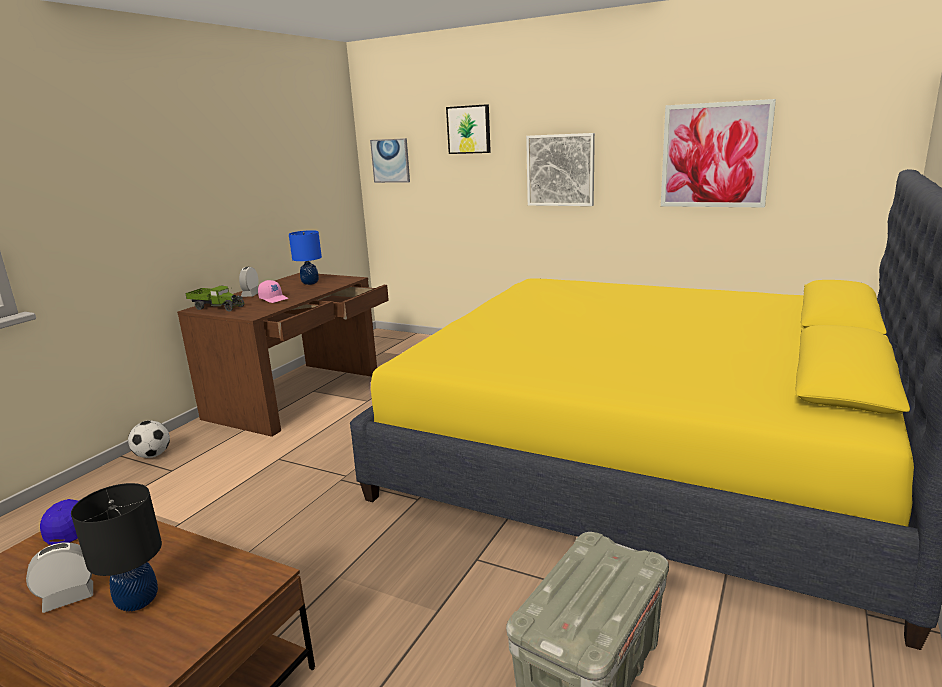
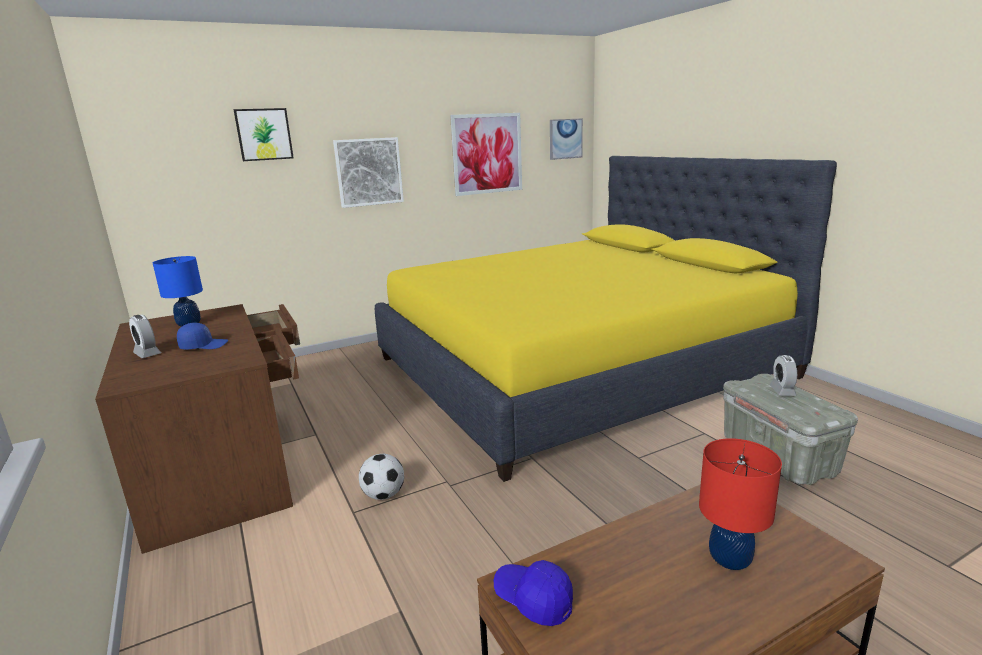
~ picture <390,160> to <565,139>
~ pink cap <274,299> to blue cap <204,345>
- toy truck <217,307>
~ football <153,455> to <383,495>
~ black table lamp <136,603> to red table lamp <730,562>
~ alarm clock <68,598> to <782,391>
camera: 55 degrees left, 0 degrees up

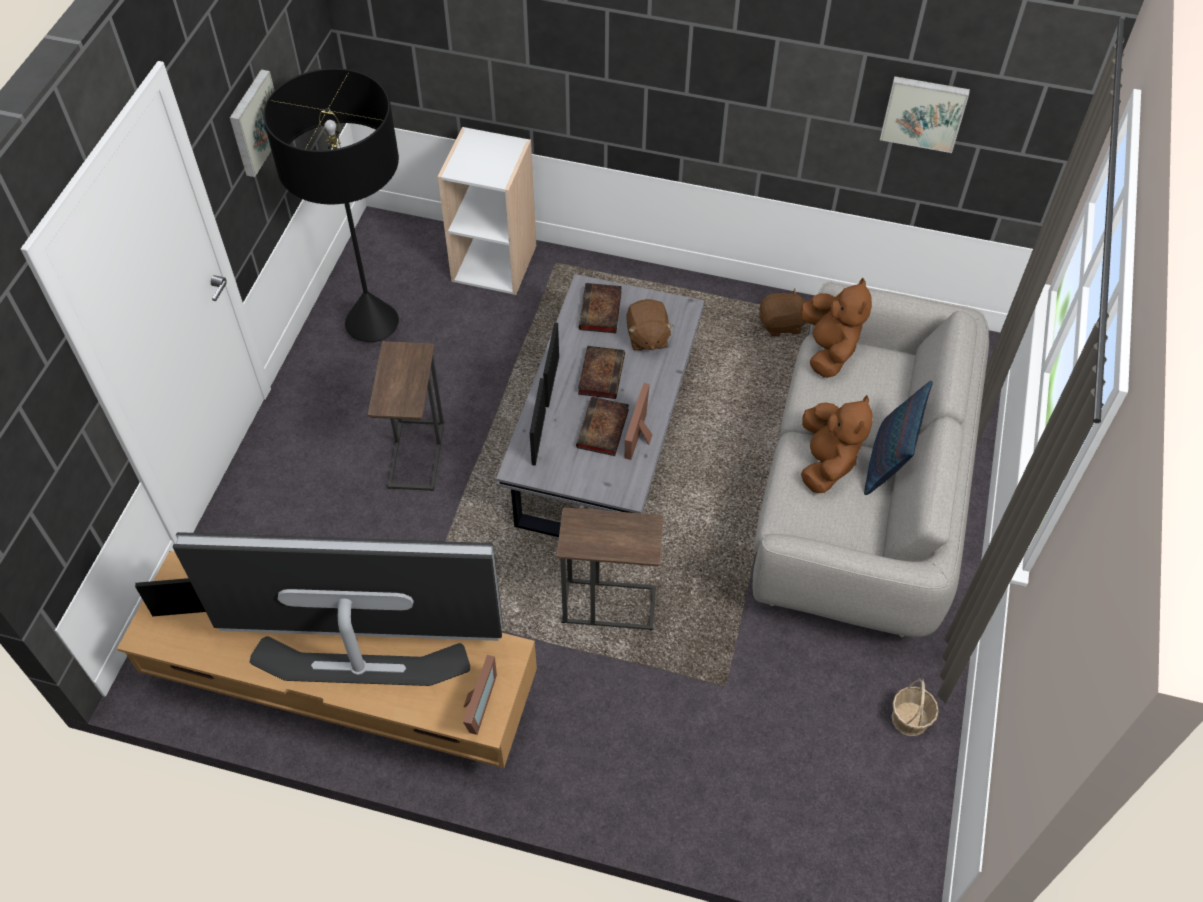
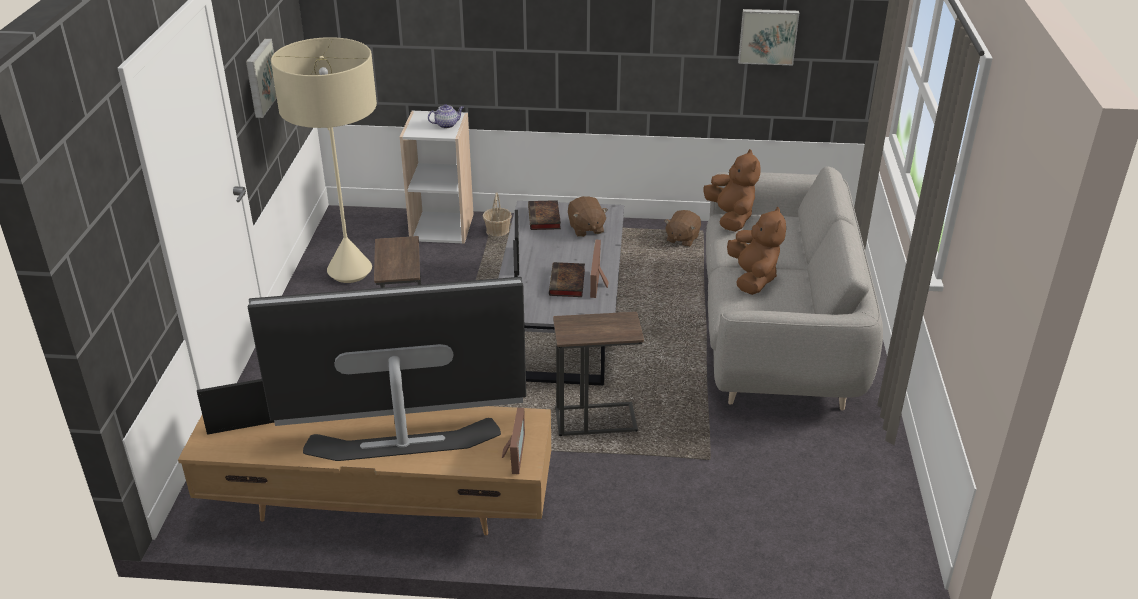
~ black floor lamp <372,326> to beige floor lamp <350,273>
~ brown plush toy <782,324> = <682,239> 135 degrees clockwise
- book <601,373>
- blue pillow <888,463>
~ basket <910,719> to <498,231>
+ teapot <447,125>
camera: 10 degrees left, 20 degrees down

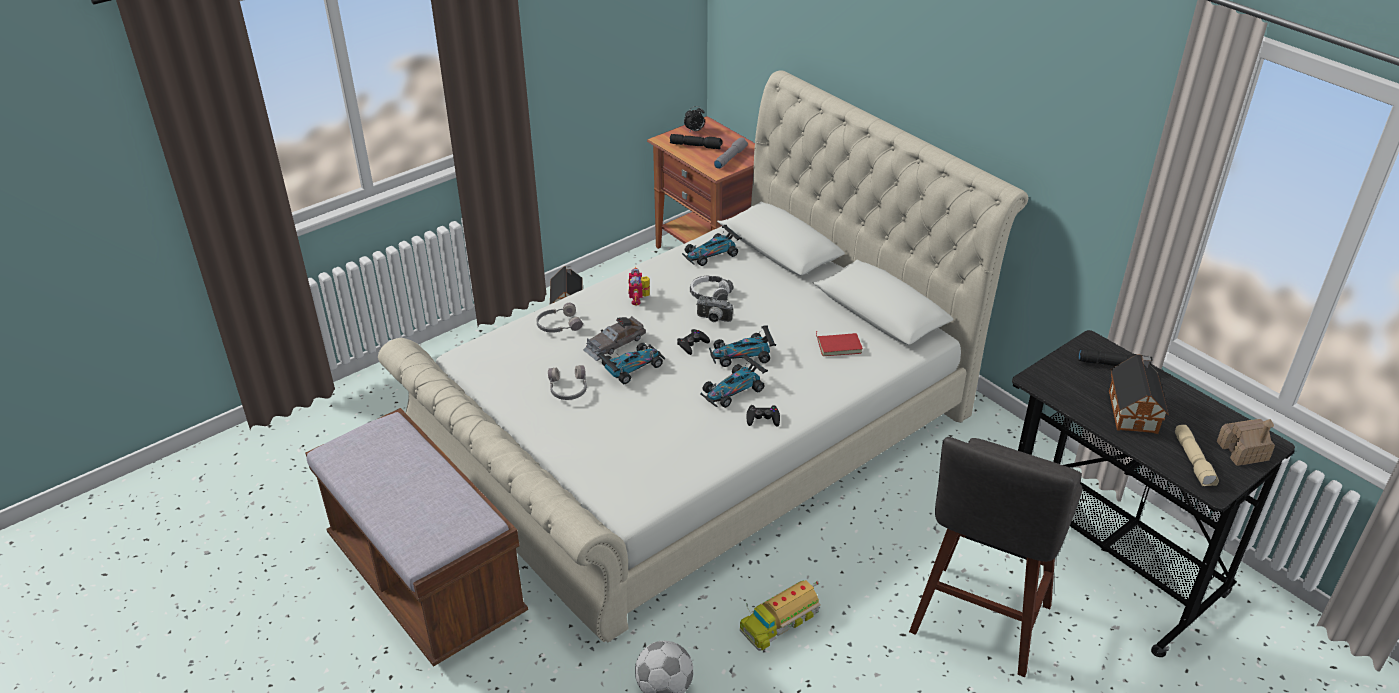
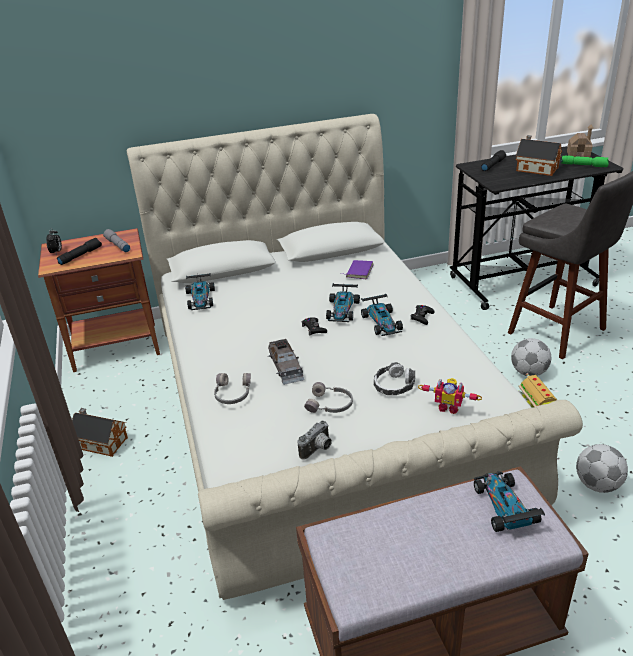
~ toy robot <639,300> to <449,407>
~ headphones <710,294> to <394,385>
~ photo camera <713,319> to <318,449>
~ red book <839,345> to purple book <358,271>
~ toy car <632,367> to <504,507>
~ beige flashlight <1194,461> to green flashlight <584,165>
+ football <529,372>
camera: 65 degrees left, 5 degrees down

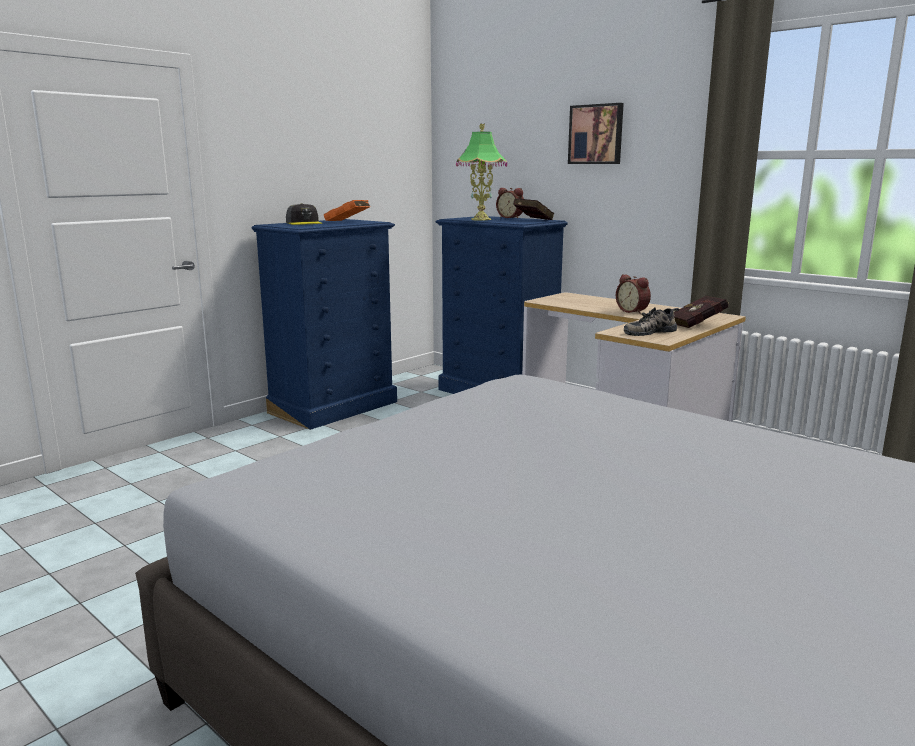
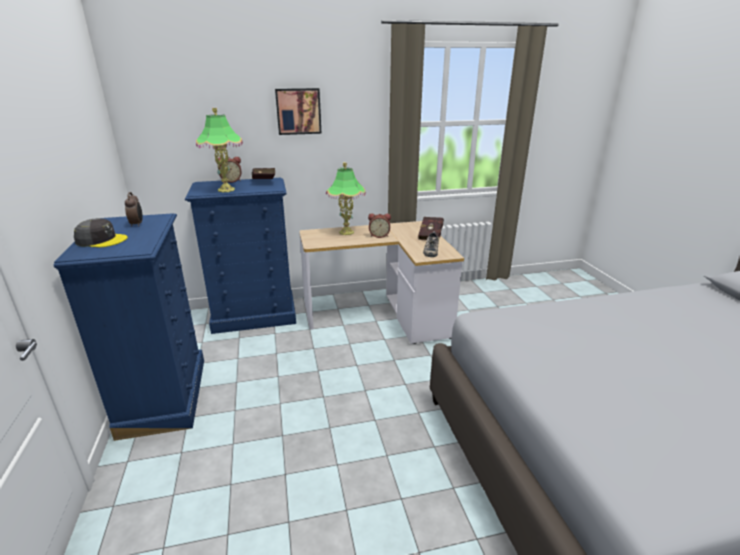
~ orange book <348,222> to alarm clock <137,224>
+ table lamp <346,232>
camera: 55 degrees left, 10 degrees up

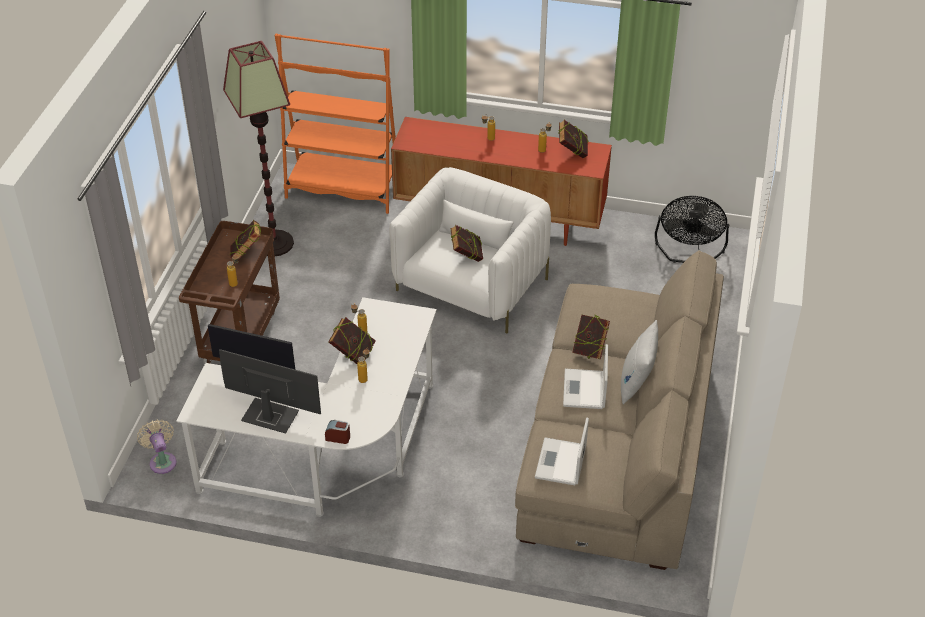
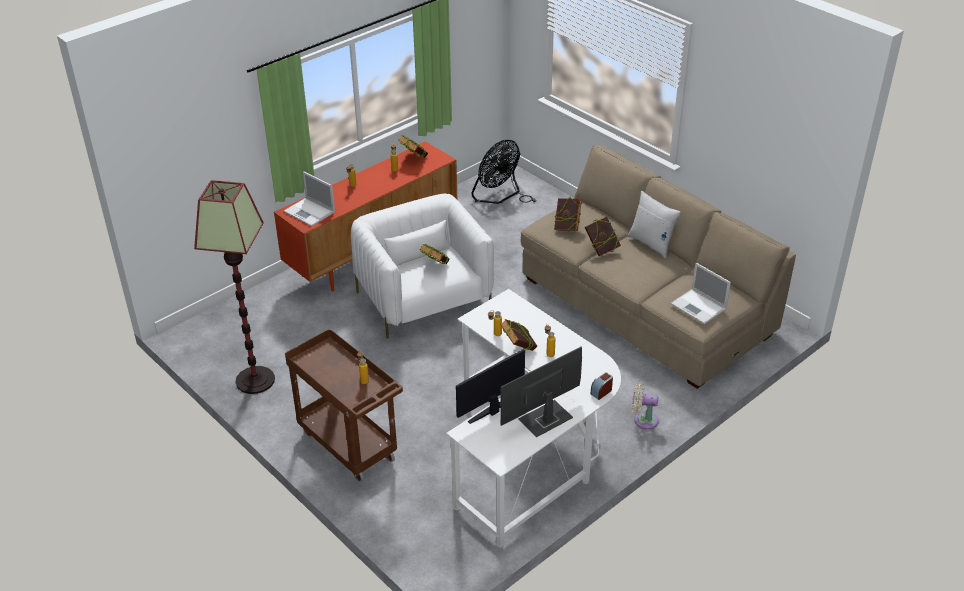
- orange bookcase <342,189>
~ book <247,255> to <567,227>
~ laptop <584,390> to <310,212>
~ beige fan <162,461> to <643,420>
camera: 55 degrees left, 5 degrees down

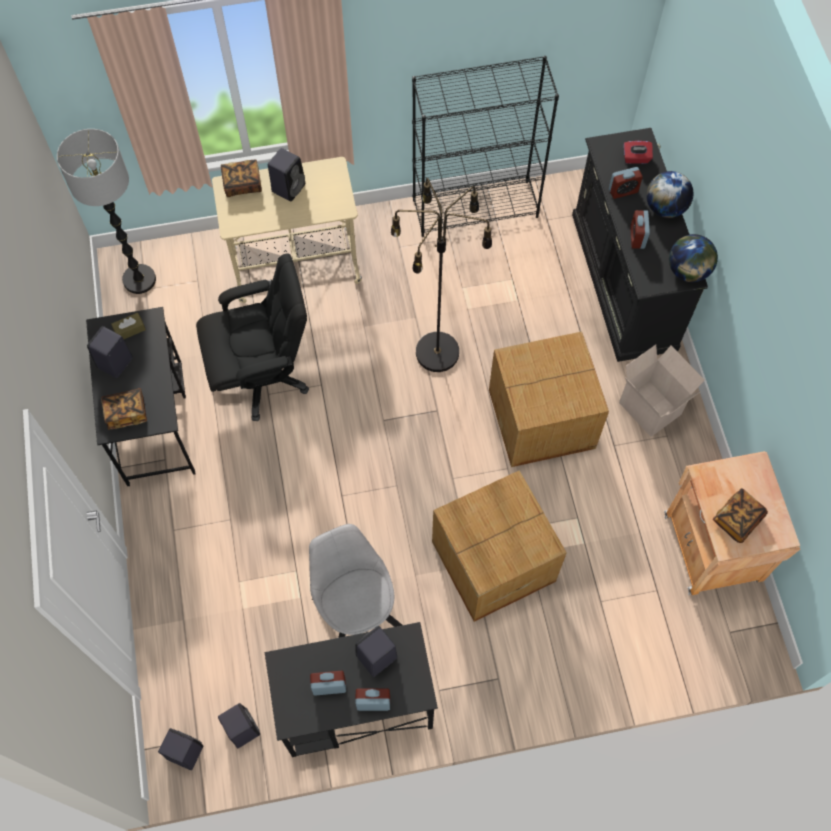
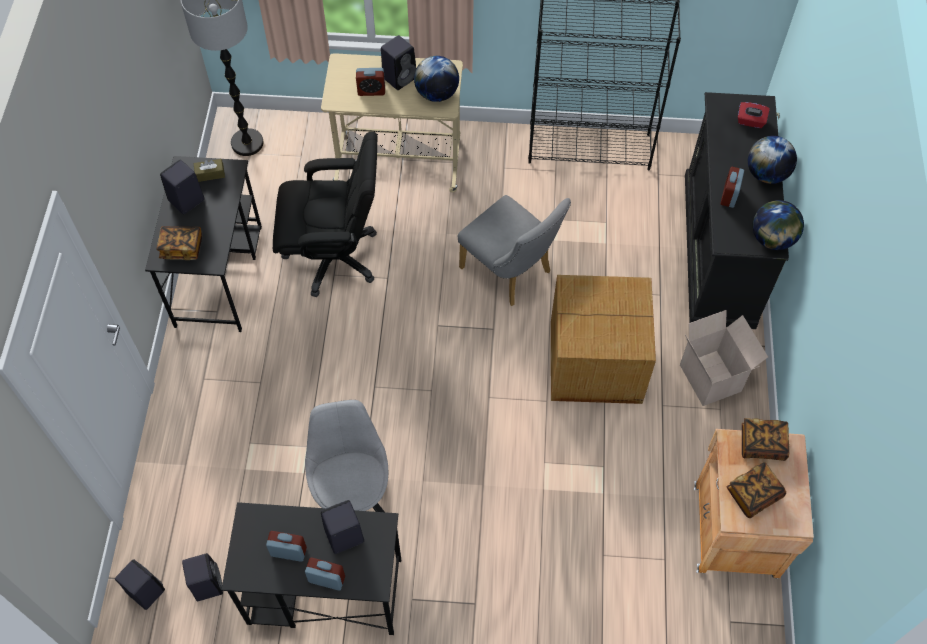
~ book <242,184> to <762,444>
~ alarm clock <623,191> to <371,91>
~ floor lamp <437,351> to grey chair <510,273>
- cardboard box <491,561>
+ globe <437,94>
camera: 15 degrees right, 5 degrees down

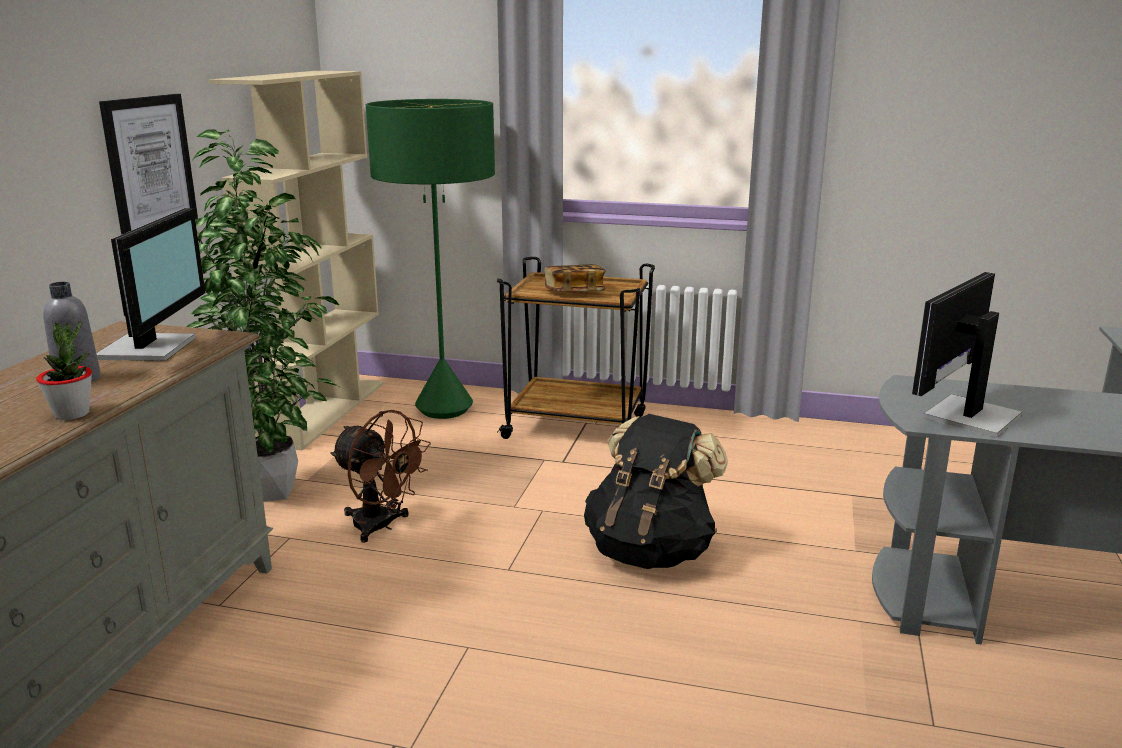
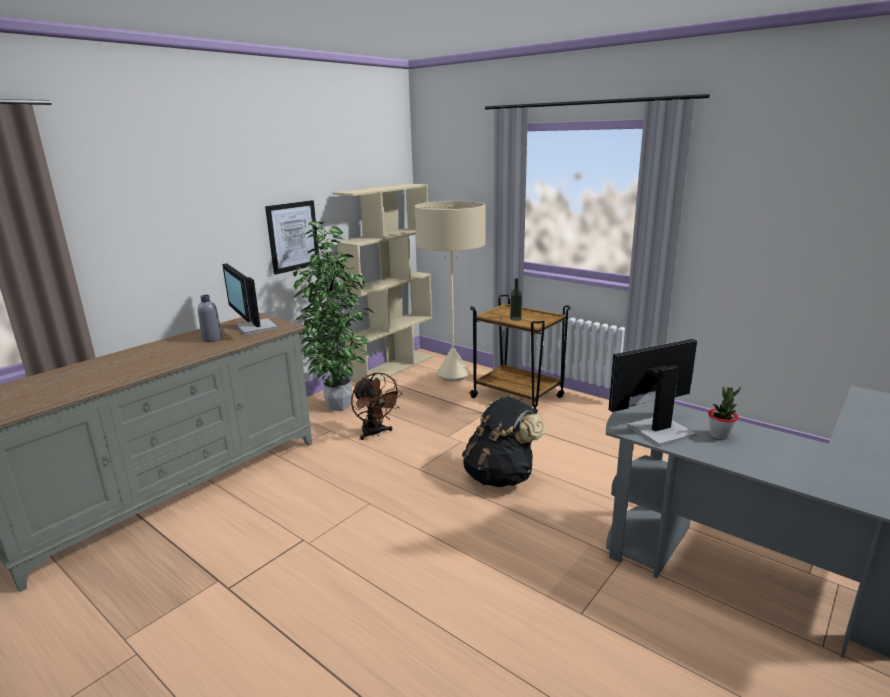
~ green floor lamp <444,410> to beige floor lamp <453,376>
~ monitor <151,348> = <254,328> 120 degrees clockwise
~ book <574,292> to bottle <515,319>
~ potted plant <72,414> to <719,435>
camera: 25 degrees right, 0 degrees up

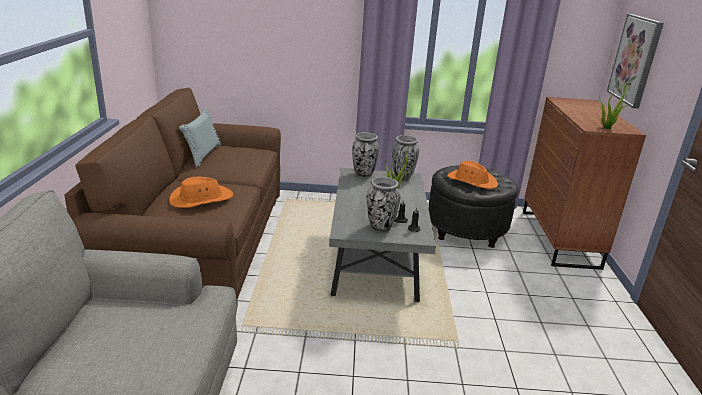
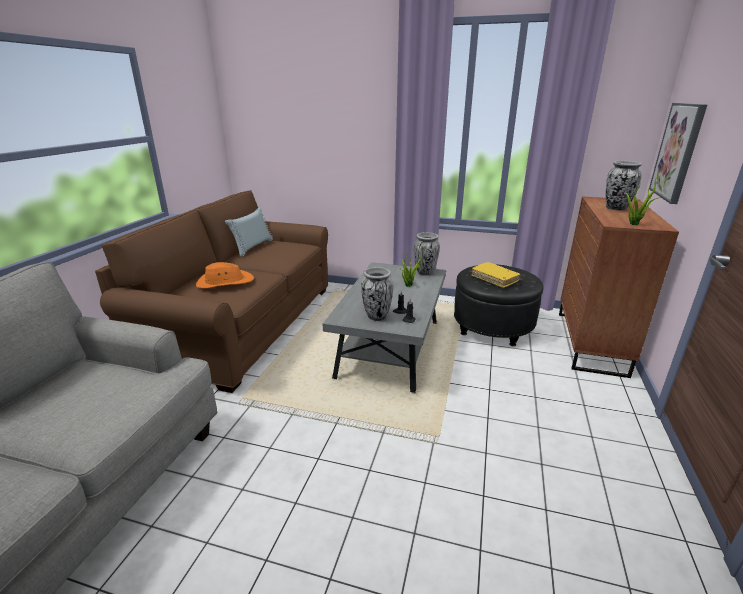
~ vase <363,174> to <616,208>
~ orange hat <472,181> to yellow book <494,279>
camera: 15 degrees right, 0 degrees up

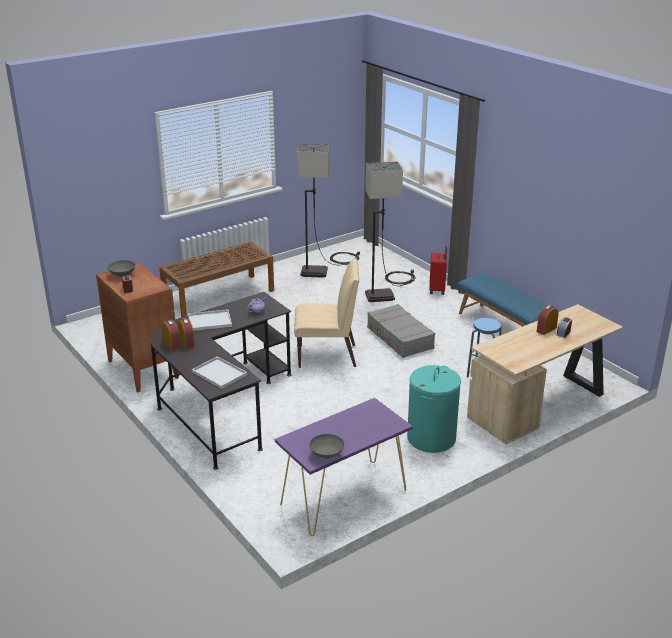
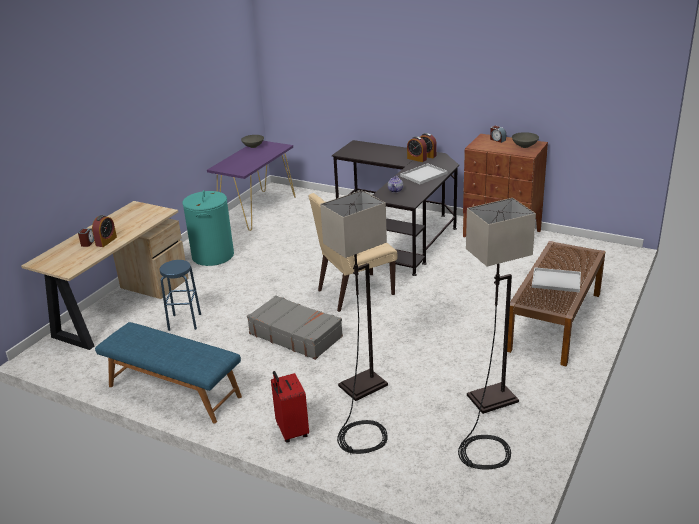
~ white tray <218,373> to <557,280>
camera: 155 degrees right, 0 degrees up

